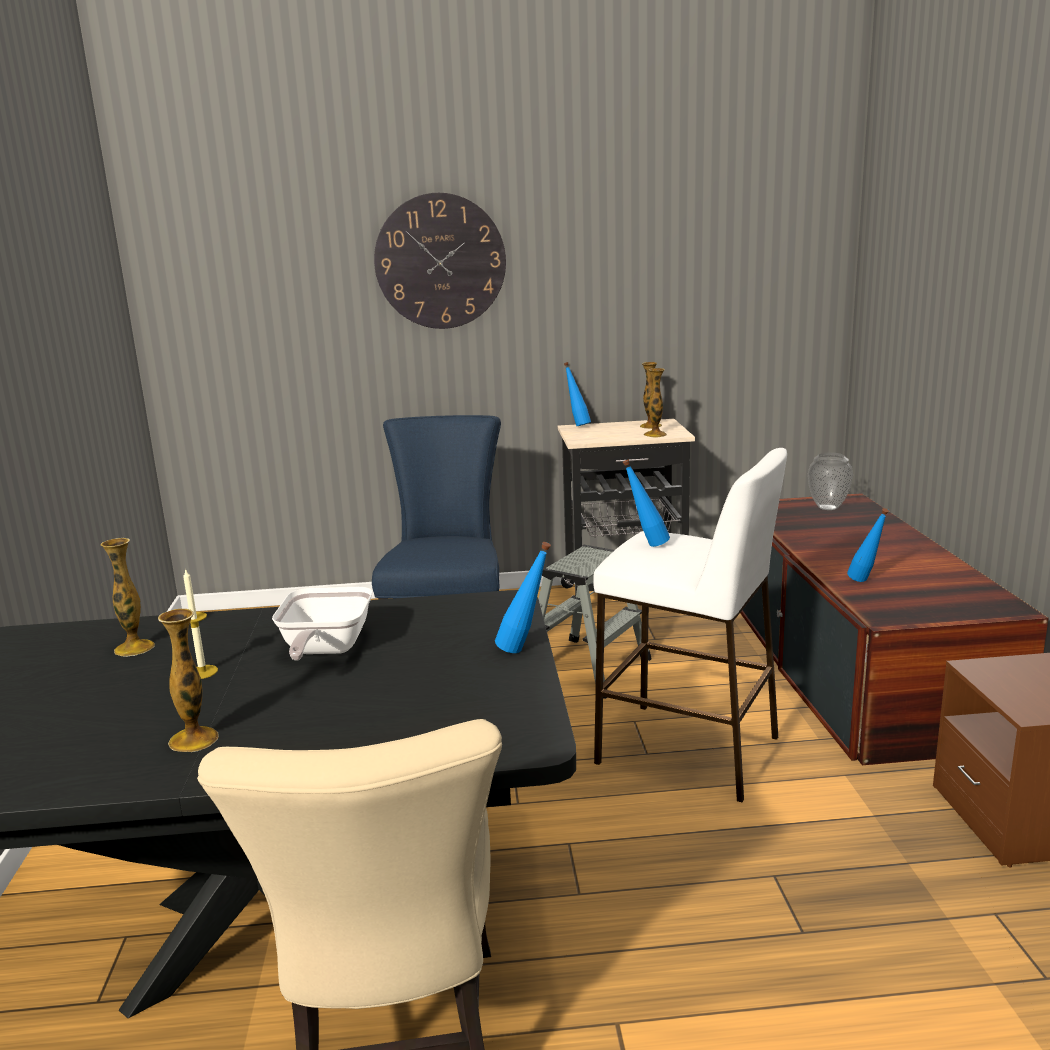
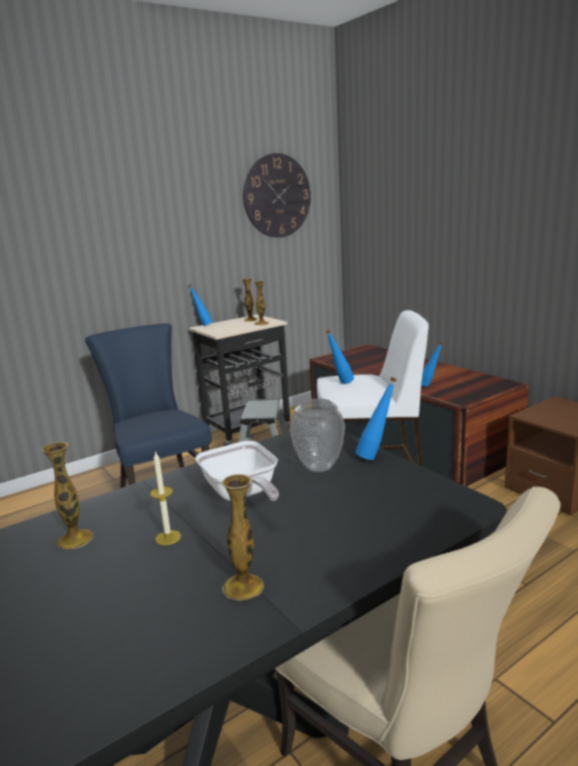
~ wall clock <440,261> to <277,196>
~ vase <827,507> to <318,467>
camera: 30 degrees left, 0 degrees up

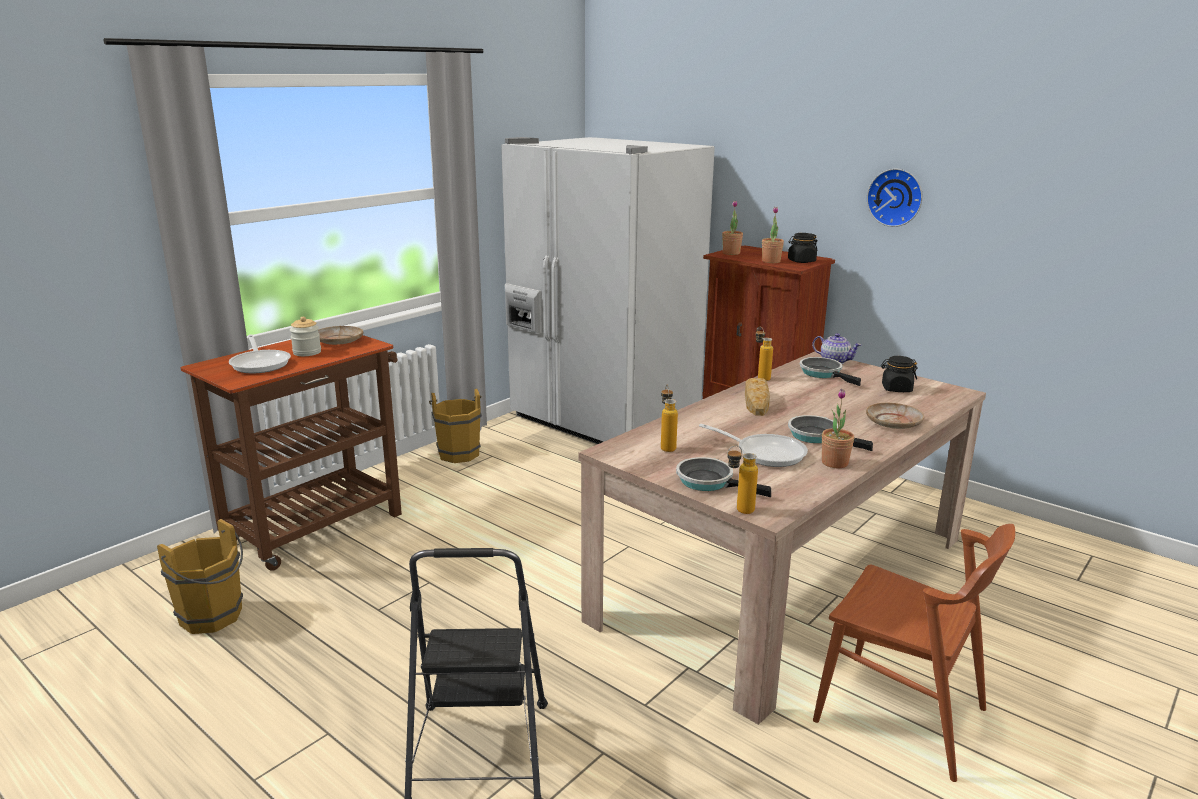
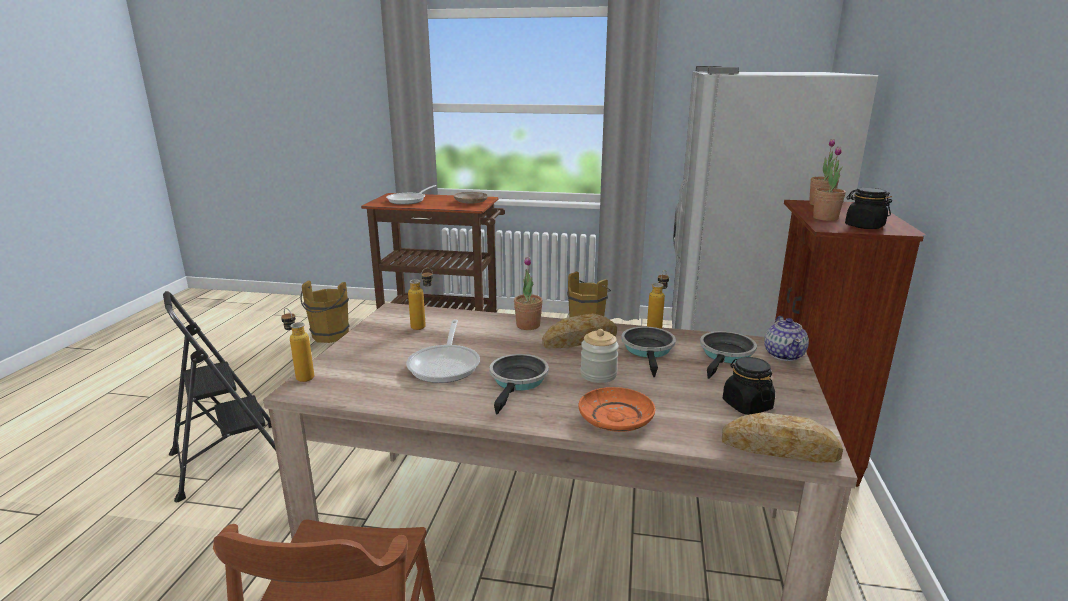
- wall clock <896,197>
~ jar <307,352> to <598,374>
~ potted plant <834,463> to <528,325>
~ beige plate <893,423> to orange plate <616,419>
~ frying pan <709,482> to <648,350>
+ bread <779,447>
camera: 60 degrees right, 0 degrees up

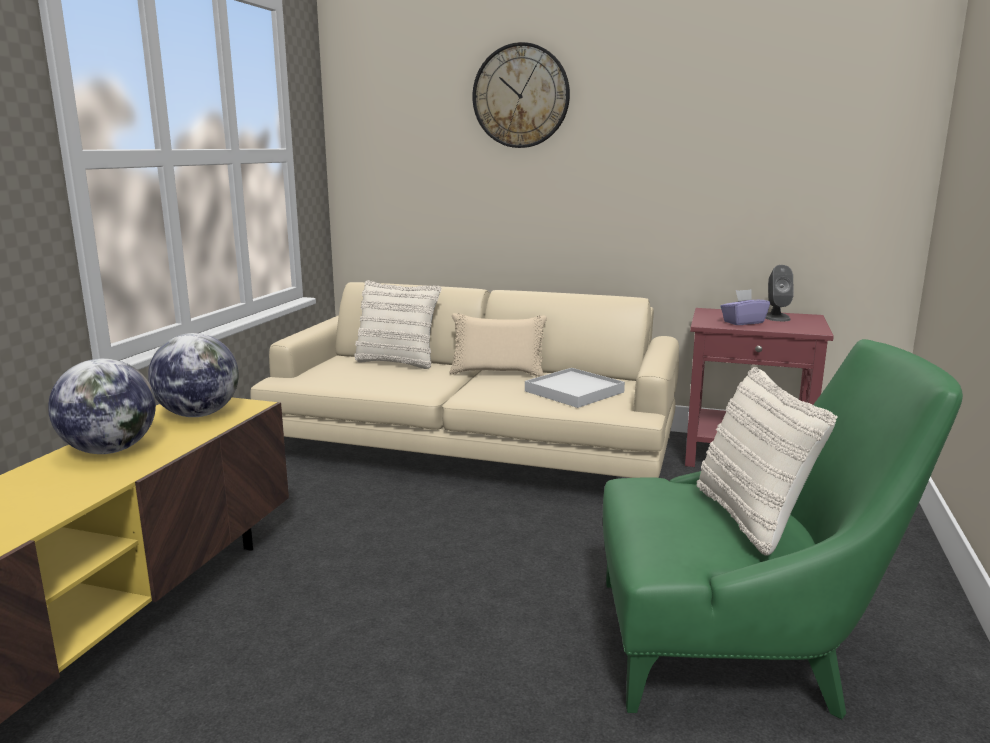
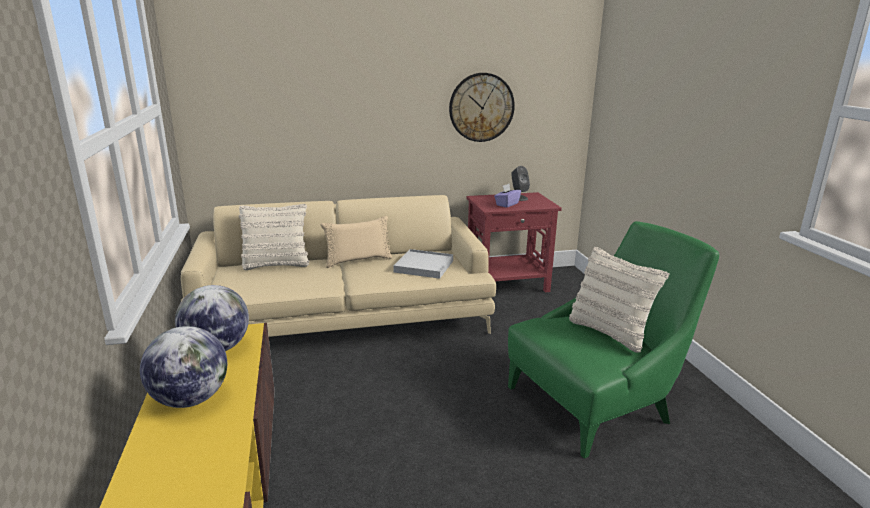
~ wall clock <521,96> to <481,107>
camera: 30 degrees left, 5 degrees up

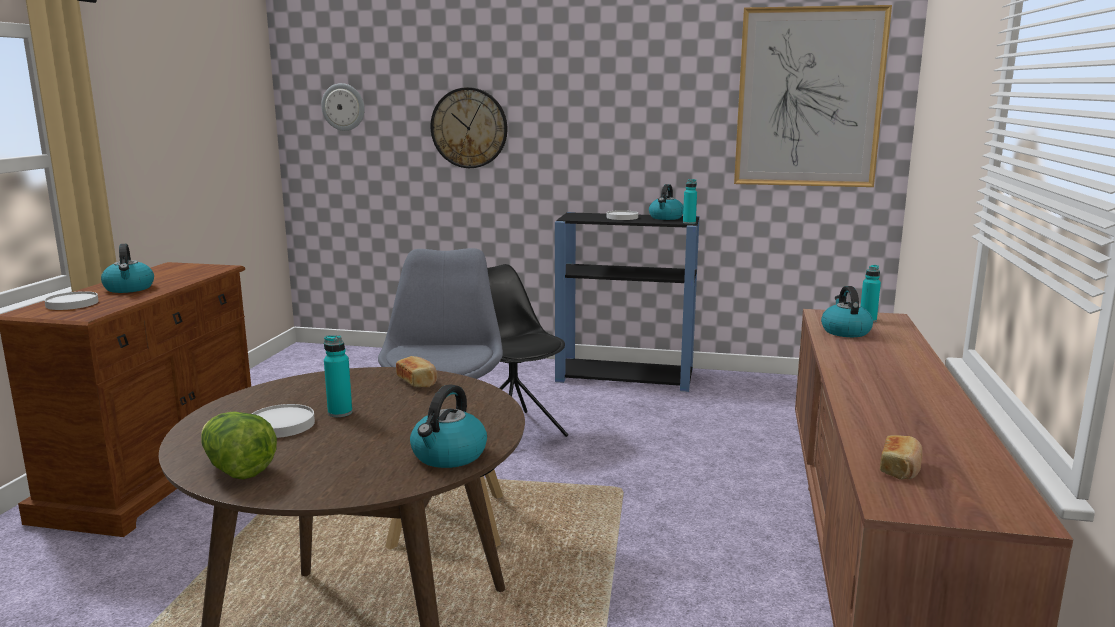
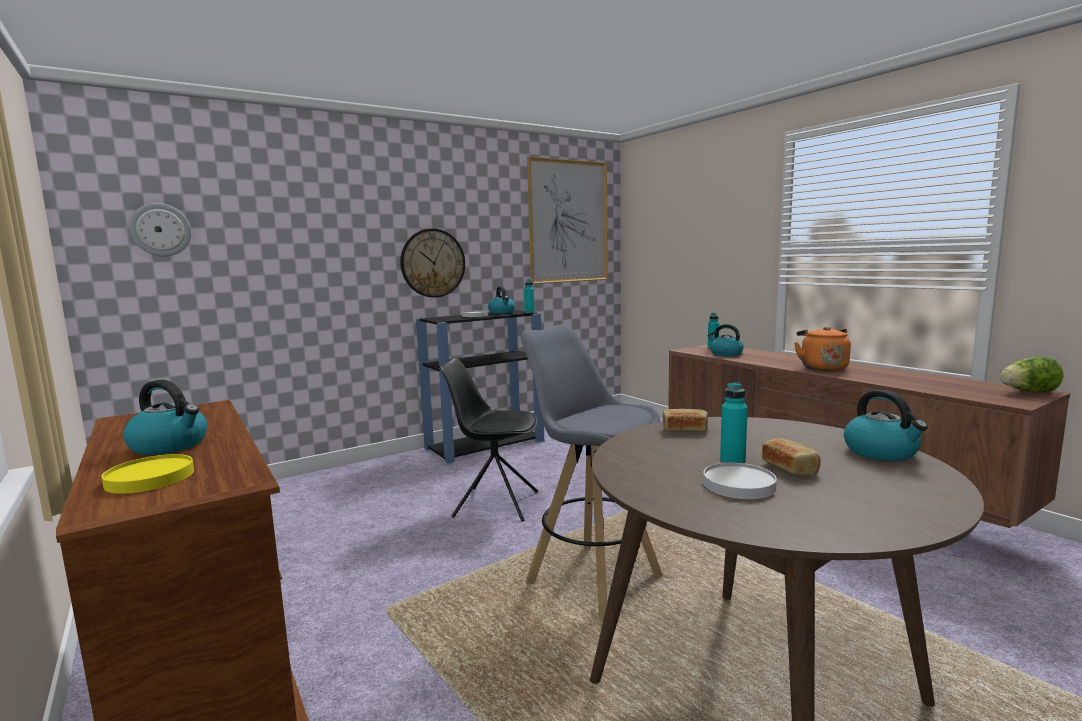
~ wall clock <469,128> to <433,263>
~ white plate <72,304> to yellow plate <150,478>
~ lettuce <237,469> to <1028,392>
~ bread <900,468> to <790,468>
+ orange kettle <822,368>
camera: 45 degrees left, 5 degrees down

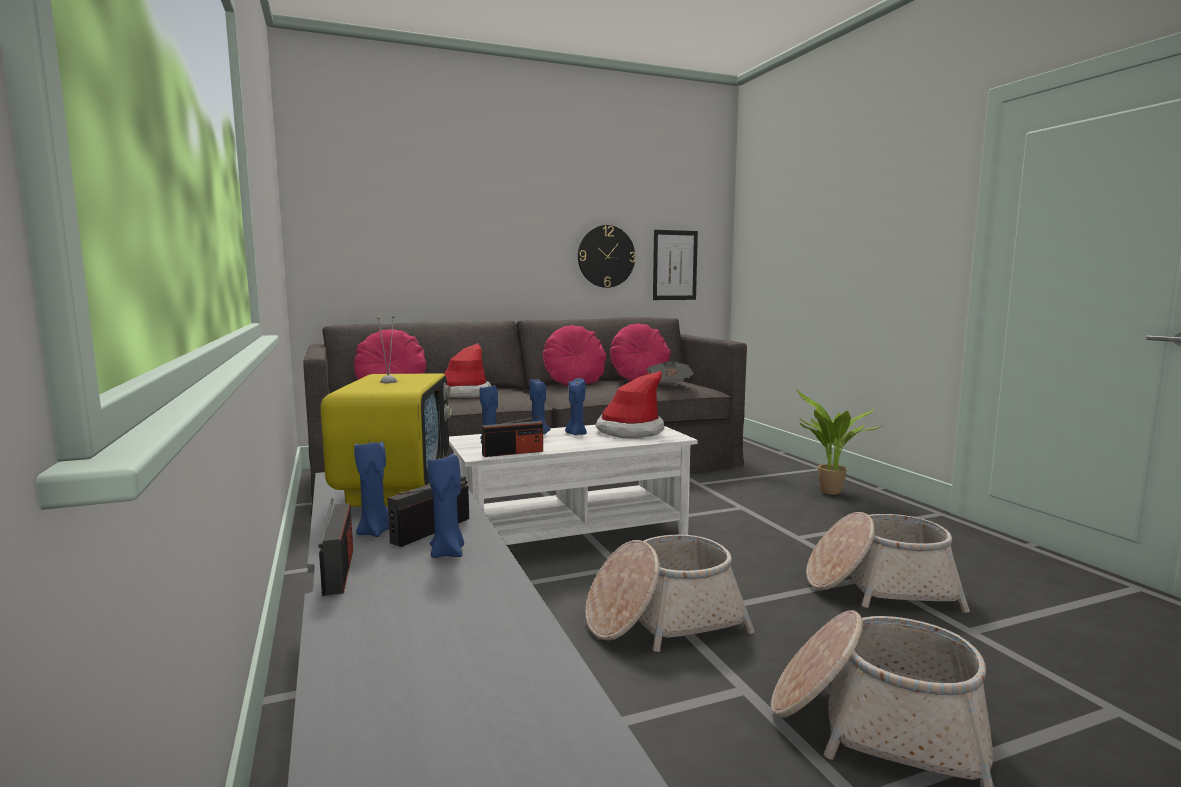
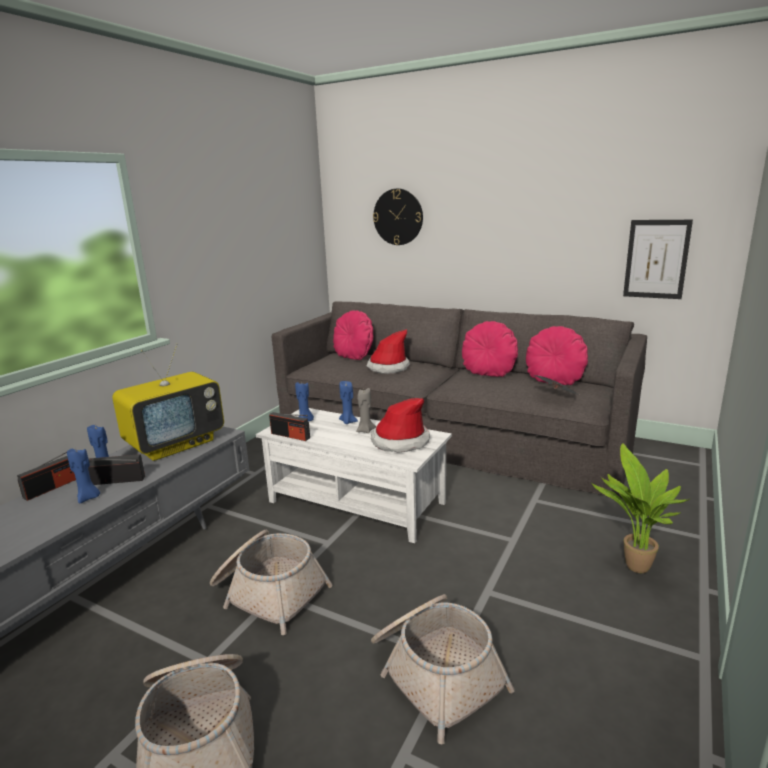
~ wall clock <606,256> to <398,217>
~ blue candle <576,434> to grey candle <365,430>
camera: 50 degrees right, 10 degrees up

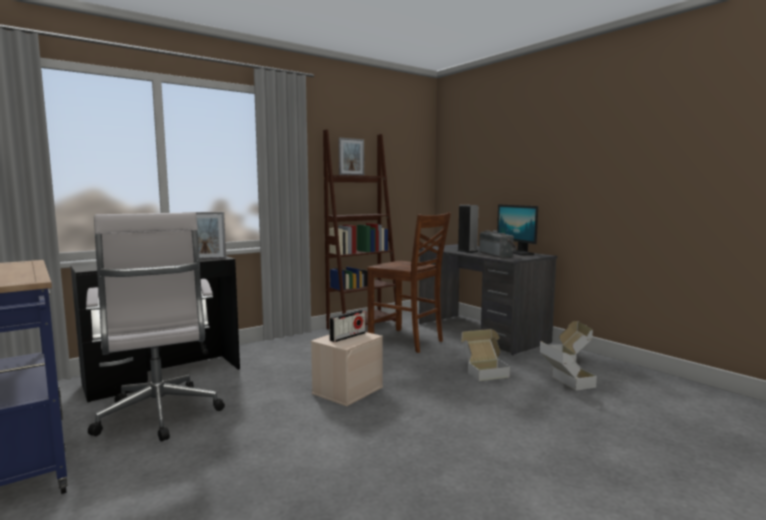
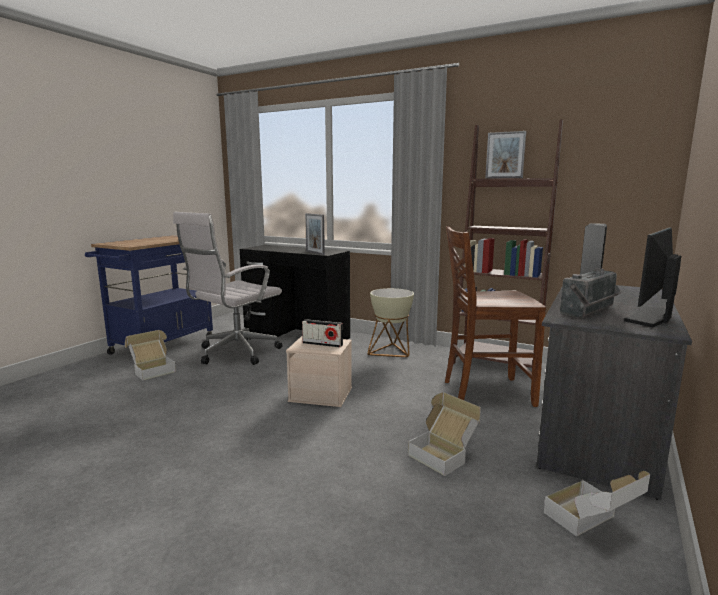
~ brown chair <407,341> = <485,392> 75 degrees clockwise
~ cardboard box <565,383> to <152,370>
+ planter <390,352>
camera: 65 degrees right, 5 degrees up

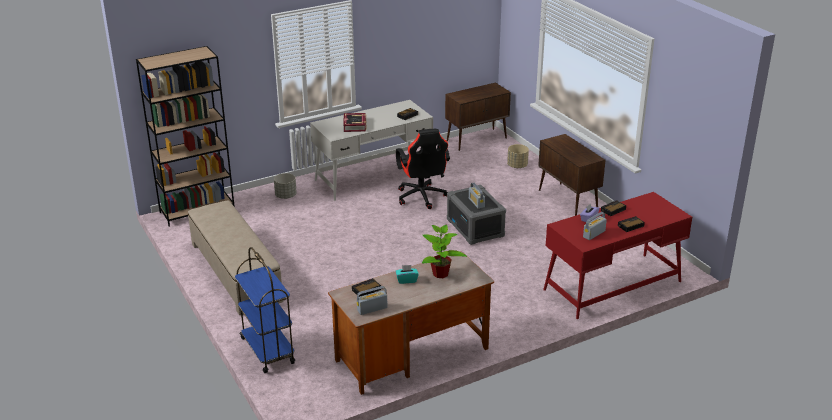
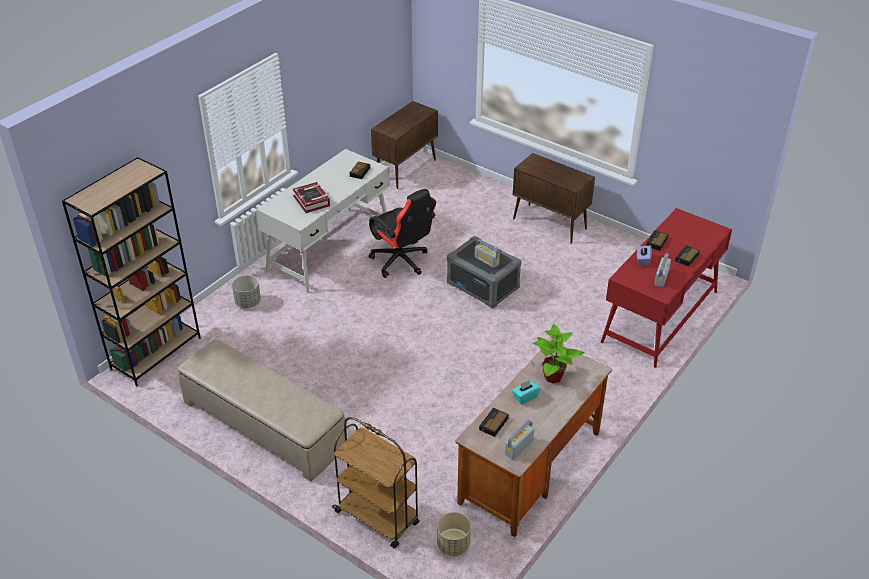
~ beige planter <517,166> to <453,545>
~ blue cart <267,352> to brown cart <377,519>
camera: 25 degrees left, 10 degrees up

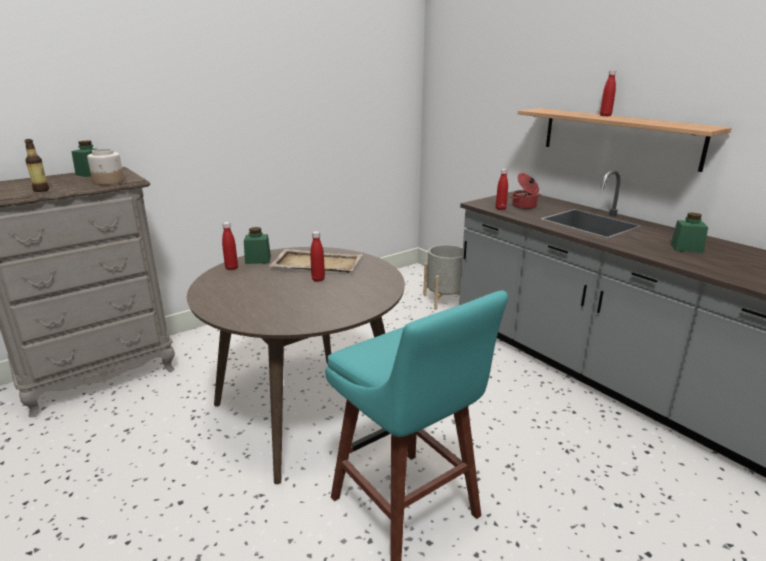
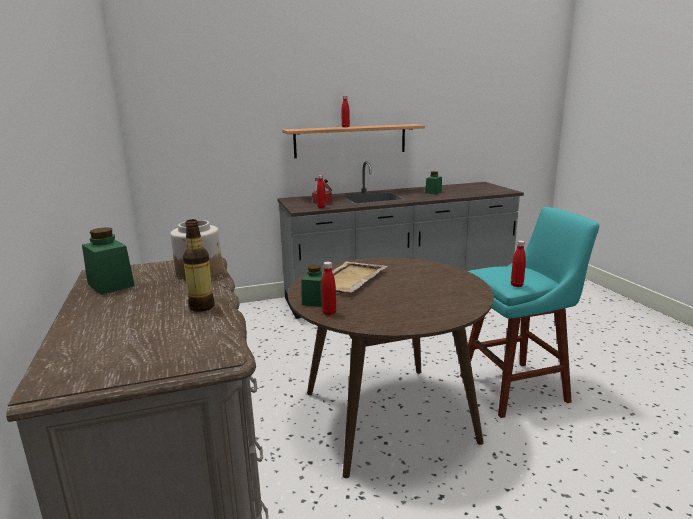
~ red bottle <318,279> to <516,285>
- grey planter <445,300>
camera: 70 degrees left, 5 degrees down

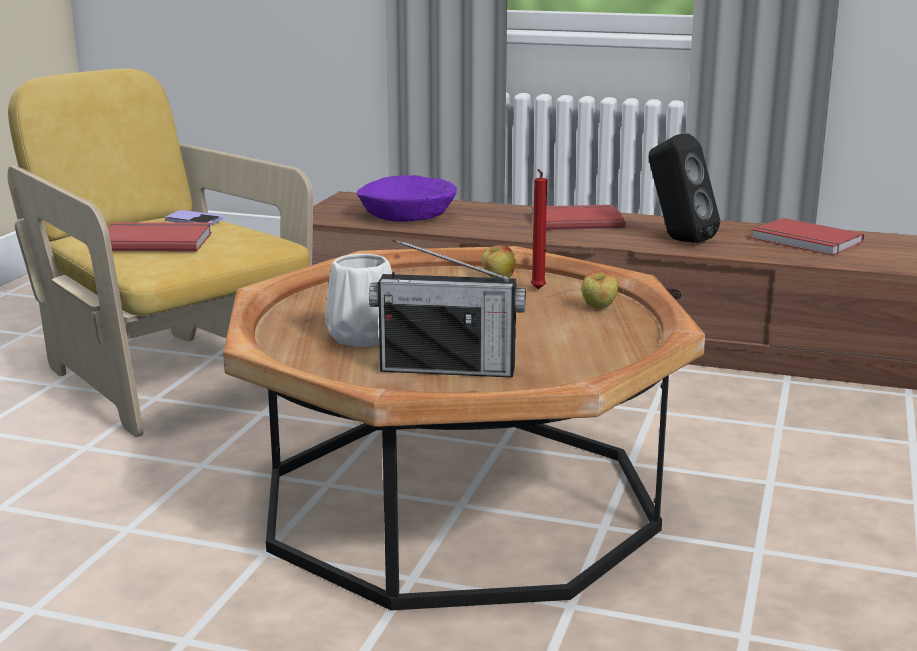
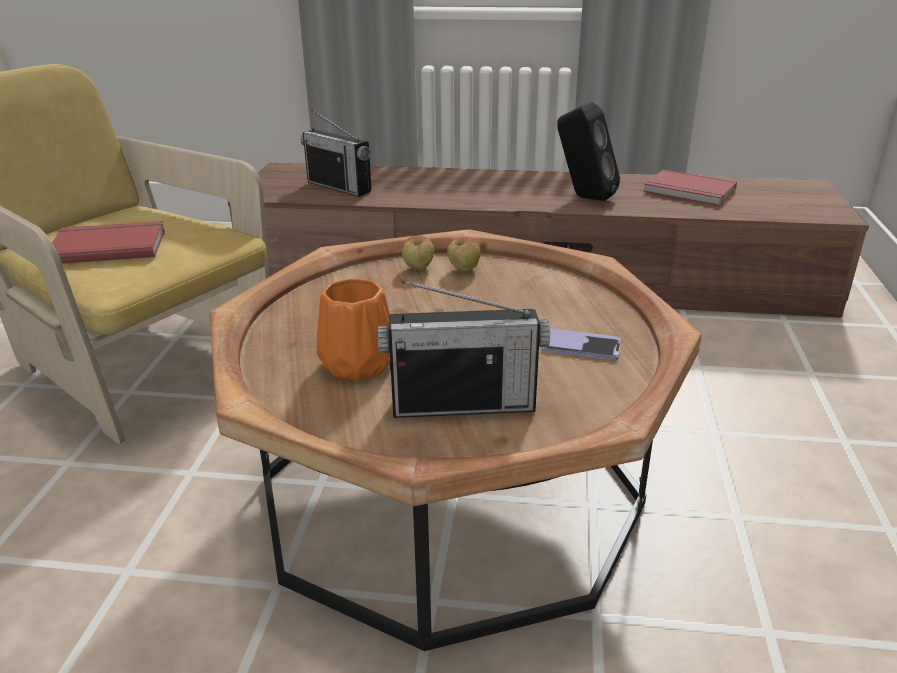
- red candle <537,290>
~ purple bowl <407,216> to radio <339,187>
- red book <576,221>
~ phone <194,220> to <581,347>
~ white vase <360,337> to orange vase <355,365>
~ apple <598,308> to <418,268>
camera: 10 degrees left, 10 degrees up

